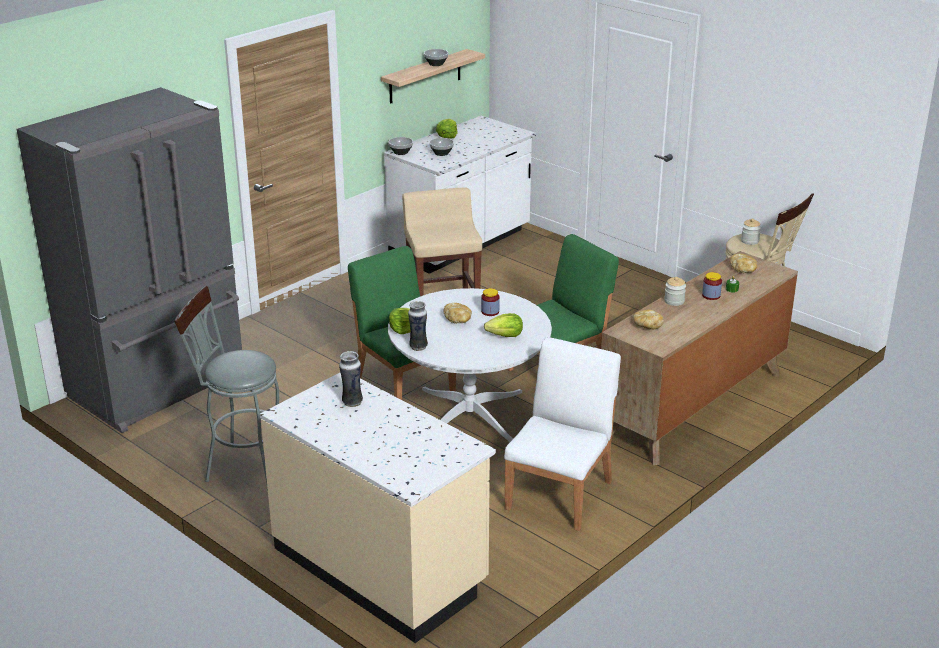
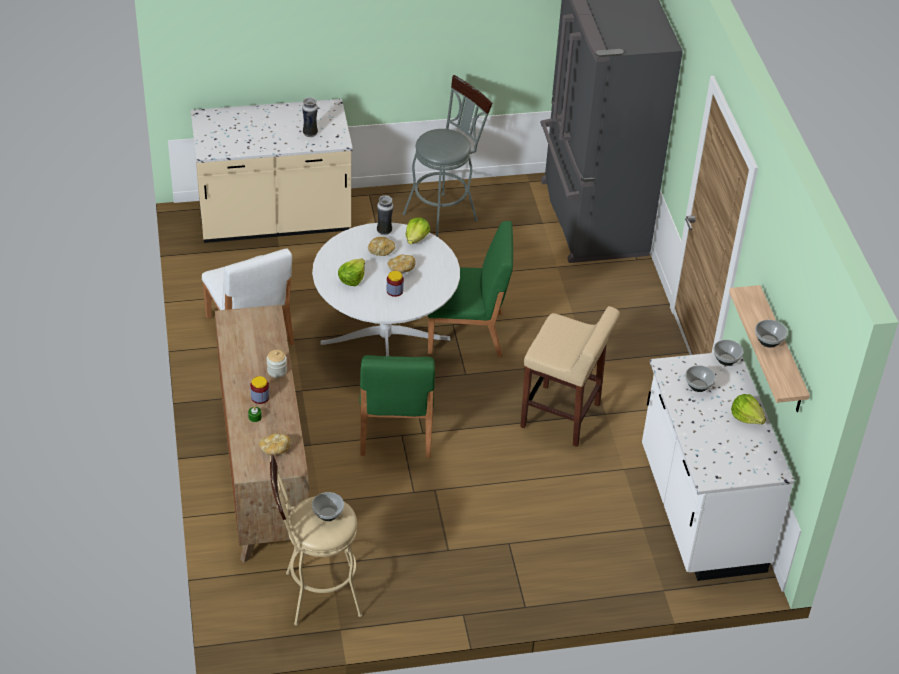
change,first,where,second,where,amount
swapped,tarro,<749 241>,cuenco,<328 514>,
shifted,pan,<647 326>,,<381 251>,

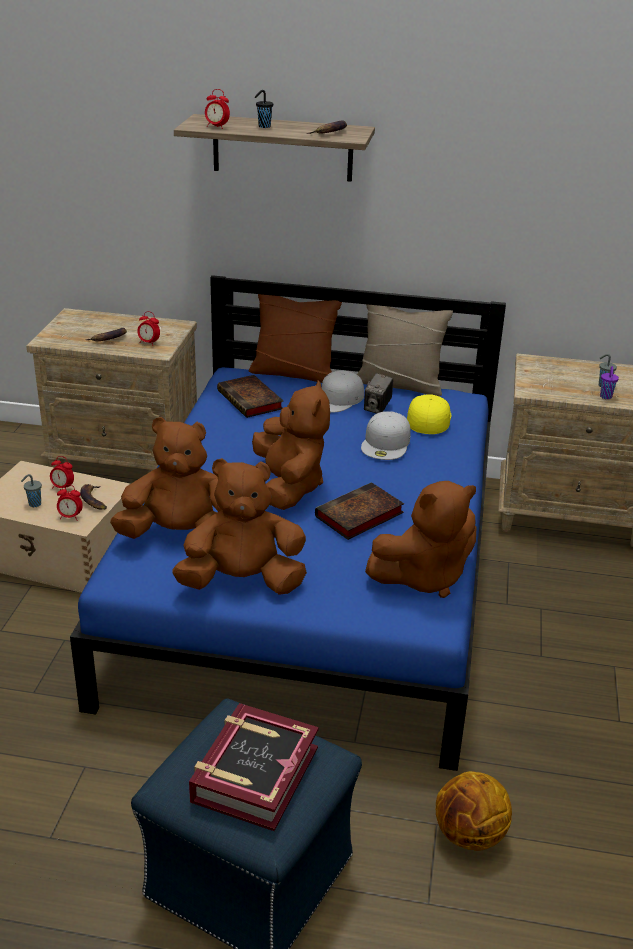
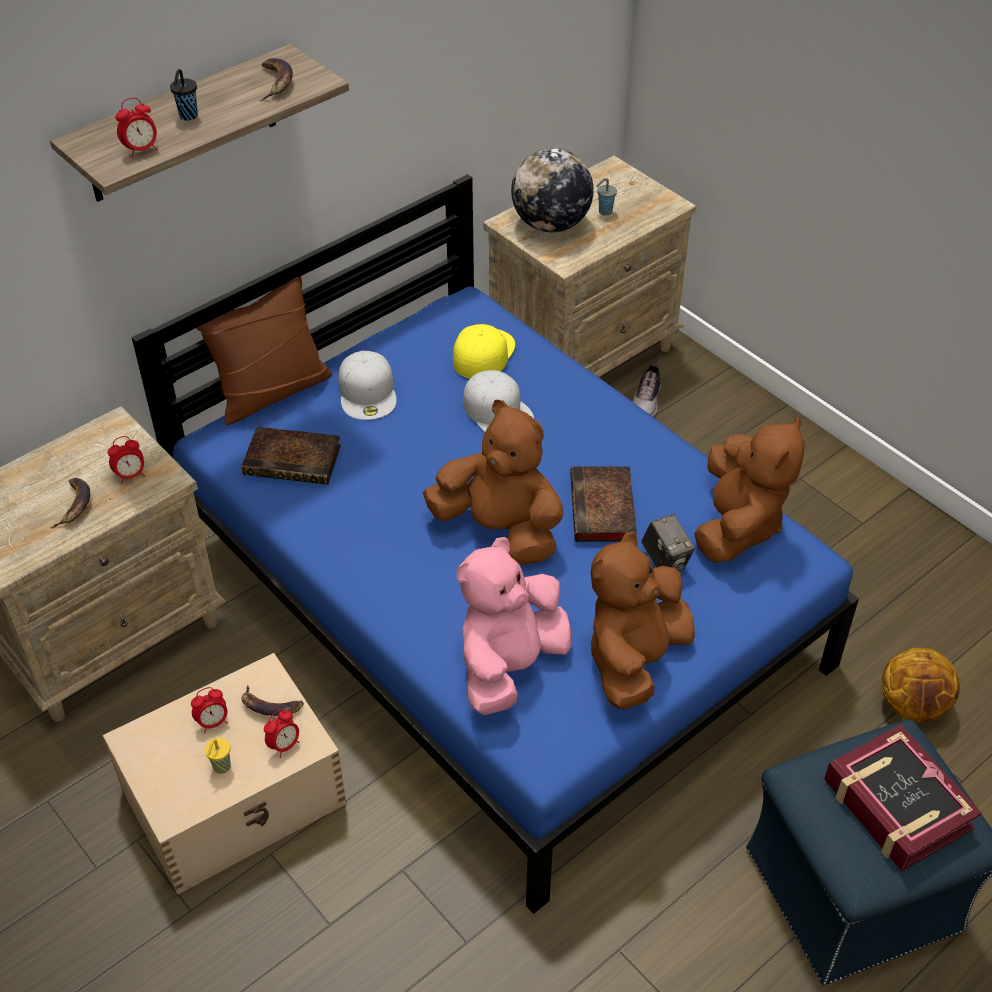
change,first,where,second,where,amount
repainted,taza (gris),<34 504>,taza (amarillo),<221 767>,
rotated,gorra (amarillo),<428 418>,,<483 353>,60 degrees clockwise
repainted,peluche (marrón),<180 536>,peluche (rosa),<509 666>,
new,,,globo terráqueo,<551 224>,
new,,,zapato,<646 402>,
shifted,cámara,<377 408>,,<665 560>,
gone,cojín (beis),<399 384>,,,
gone,taza (morado),<606 397>,,,

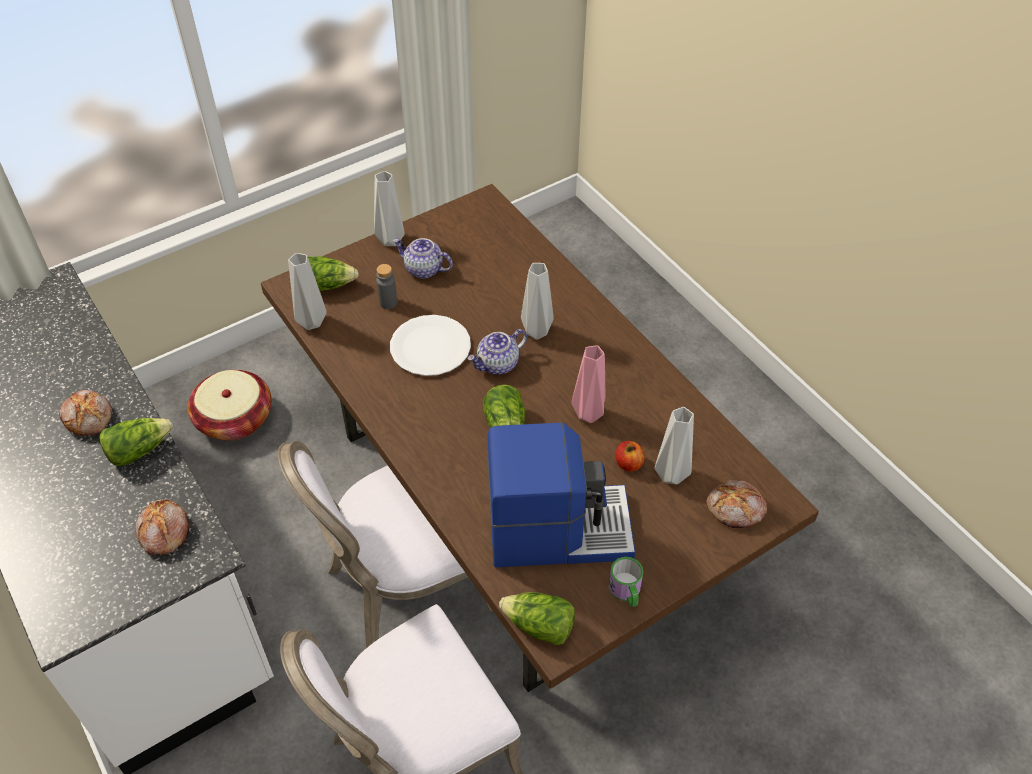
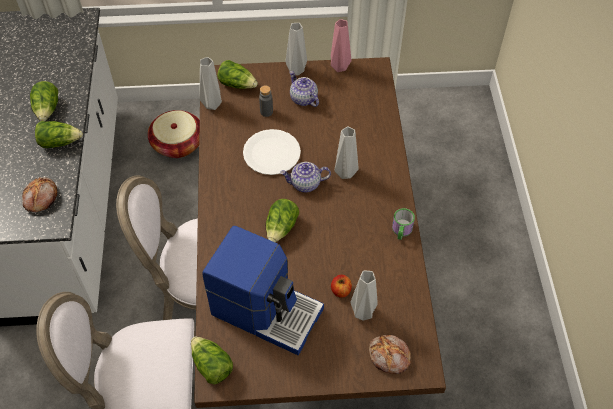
change,first,where,second,where,amount
swapped,pan,<89 417>,lechuga,<47 109>,
shifted,florero (rosa),<588 413>,,<340 66>,
shifted,taza grande,<626 592>,,<401 231>,

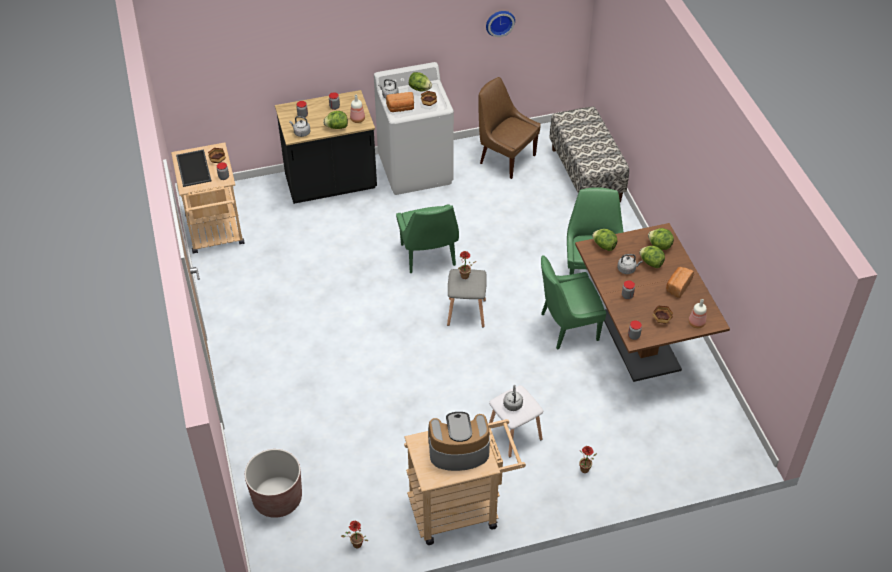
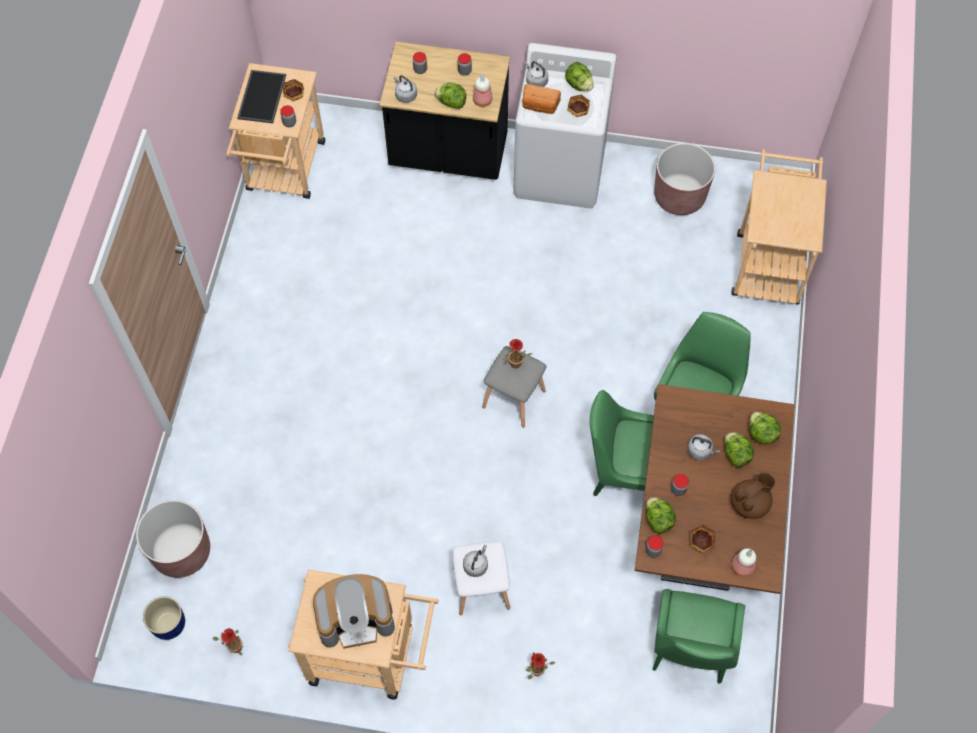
change,first,where,second,where,amount
new,,,maceta (azul),<169 624>,
rotated,cafetera,<458 451>,,<356 618>,150 degrees clockwise
shifted,lechuga,<604 246>,,<658 519>,
shifted,silla (verde),<428 256>,,<690 651>,
swapped,silla (marrón),<505 158>,maceta (marrón),<679 196>,
swapped,banco,<586 175>,carrito (beis),<767 260>,
swapped,pan,<678 286>,tetera (marrón),<750 503>,
gone,reloj de pared,<499 22>,,,

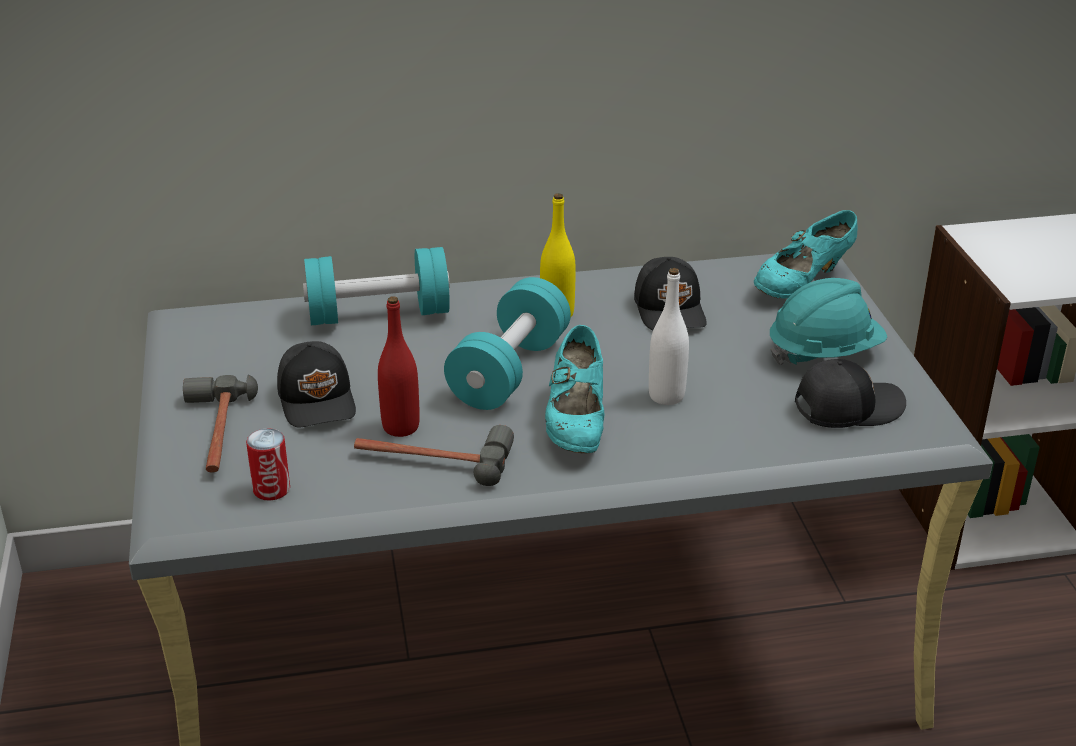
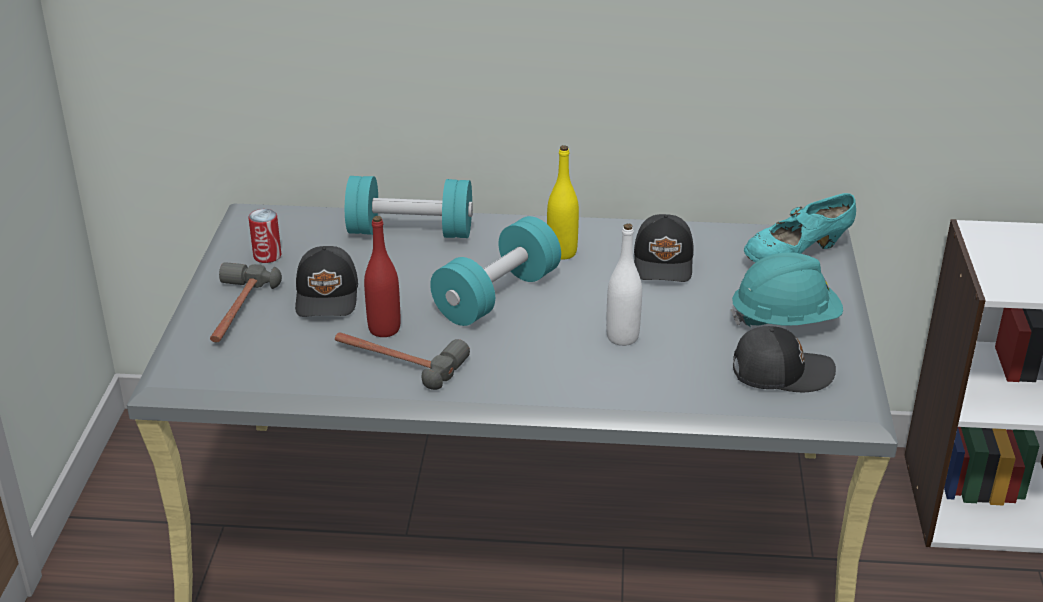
change,first,where,second,where,amount
shifted,lata,<271 489>,,<267 256>,
gone,zapato (turquesa),<576 424>,,,

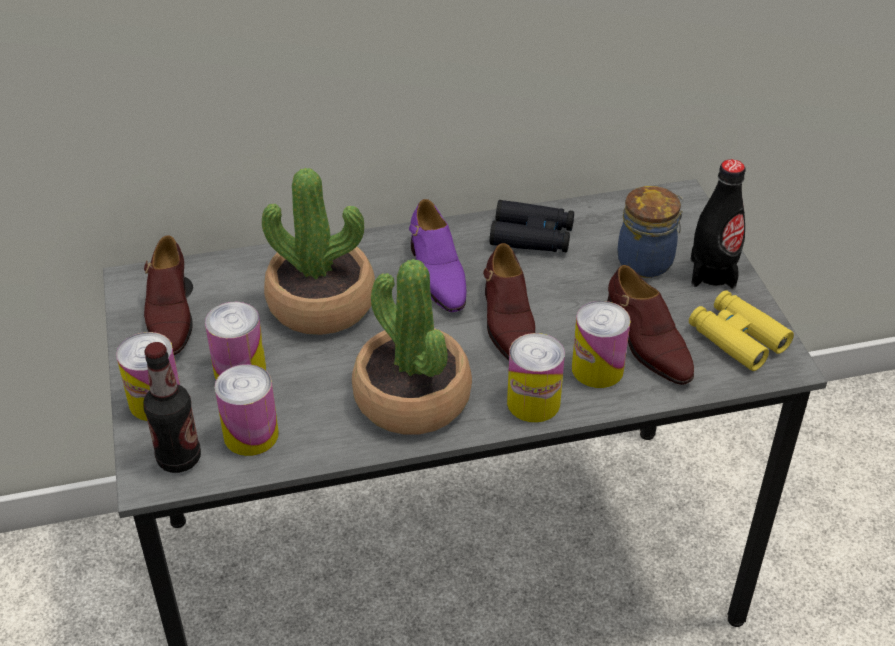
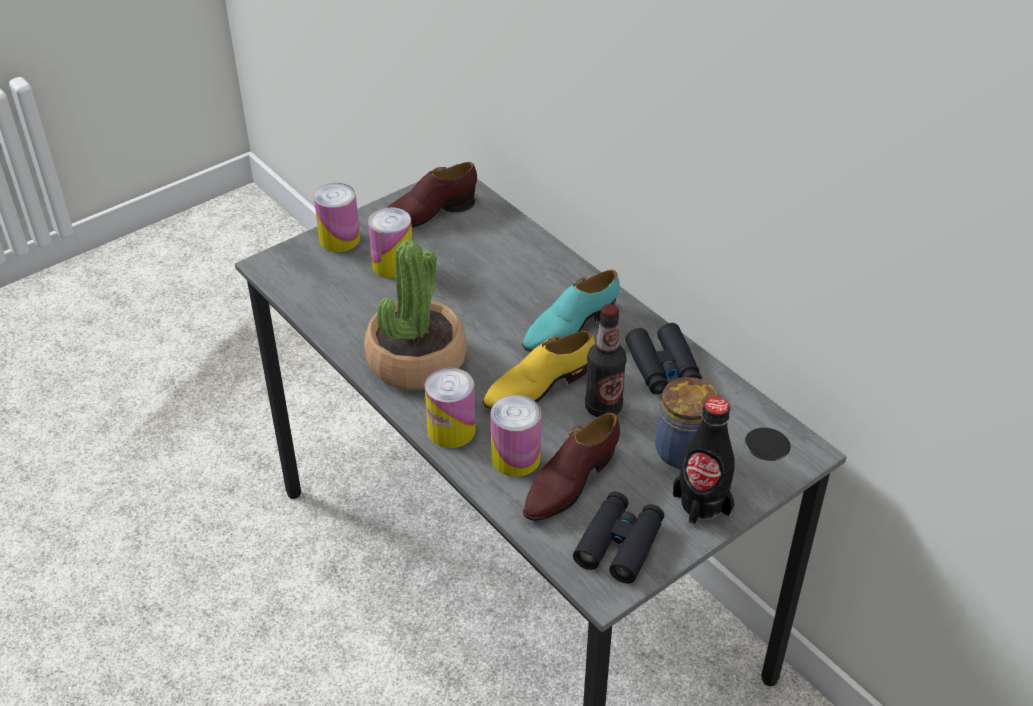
change,first,where,second,where,amount
repainted,zapato (marrón),<507 323>,zapato (amarillo),<538 386>,
repainted,zapato (morado),<436 274>,zapato (turquesa),<569 327>,
repainted,prismáticos (amarillo),<737 338>,prismáticos (negro),<619 544>,
shifted,botella,<179 459>,,<603 407>,
gone,lata,<251 435>,,,
gone,planta en maceta,<321 303>,,,

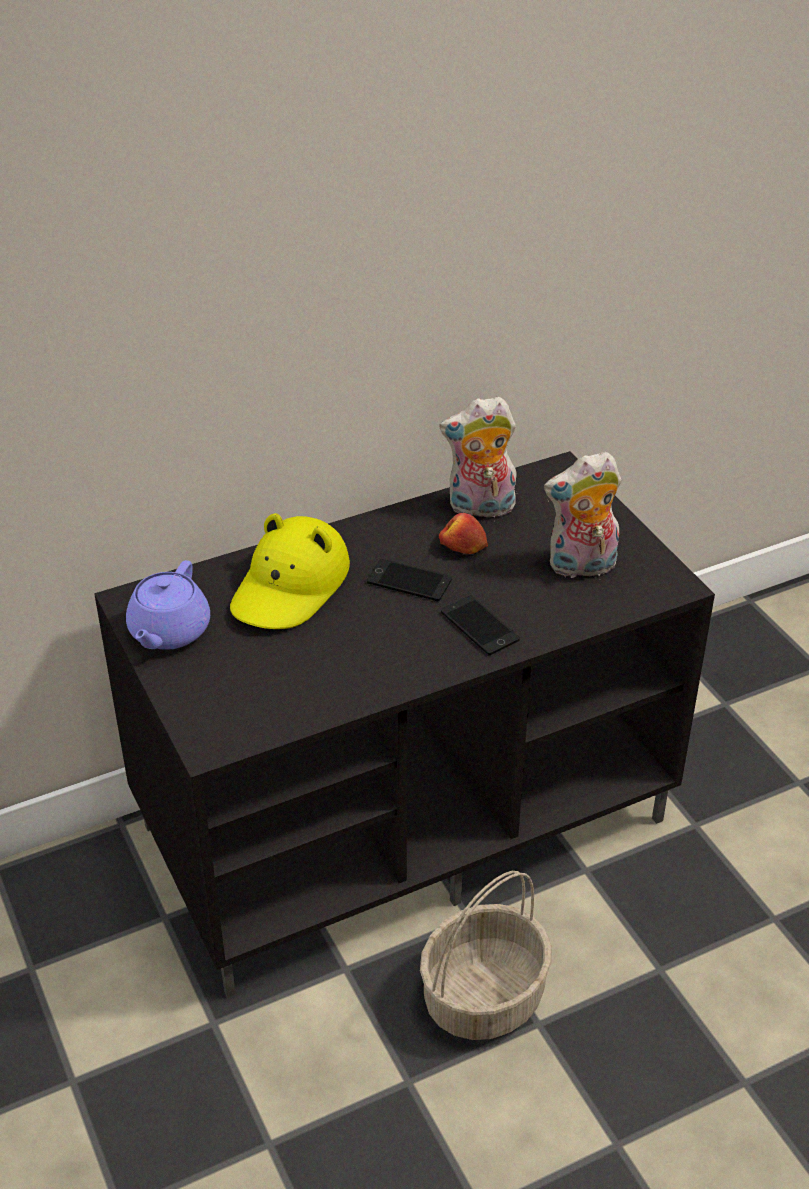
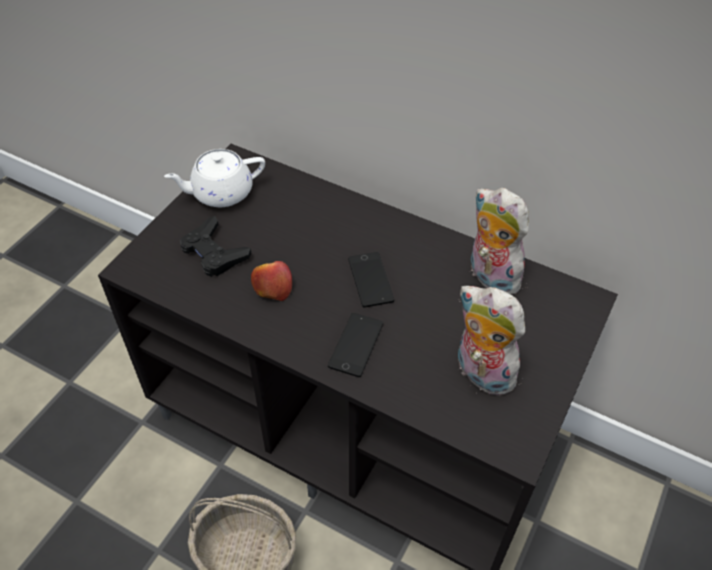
change,first,where,second,where,amount
repainted,tetera (morado),<168 632>,tetera (blanco),<221 193>,
new,,,mando de consola (negro),<214 252>,
shifted,manzana,<462 546>,,<272 286>,
gone,sombrero (amarillo),<290 586>,,,

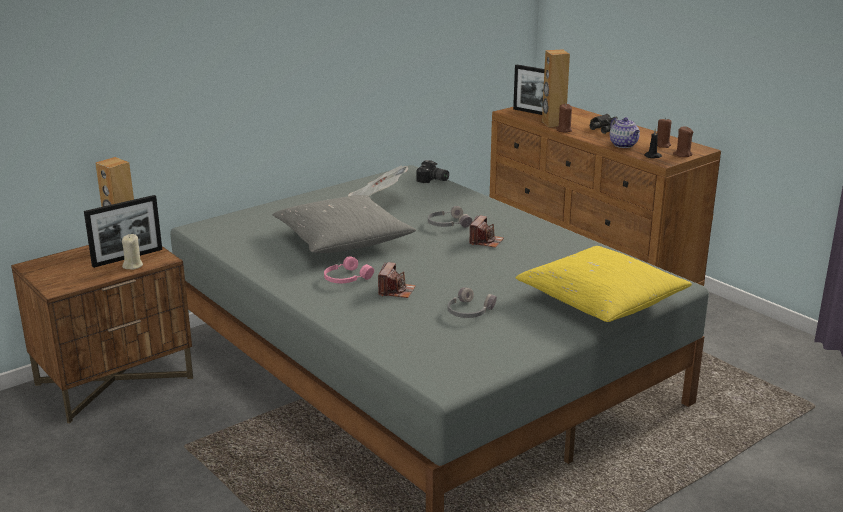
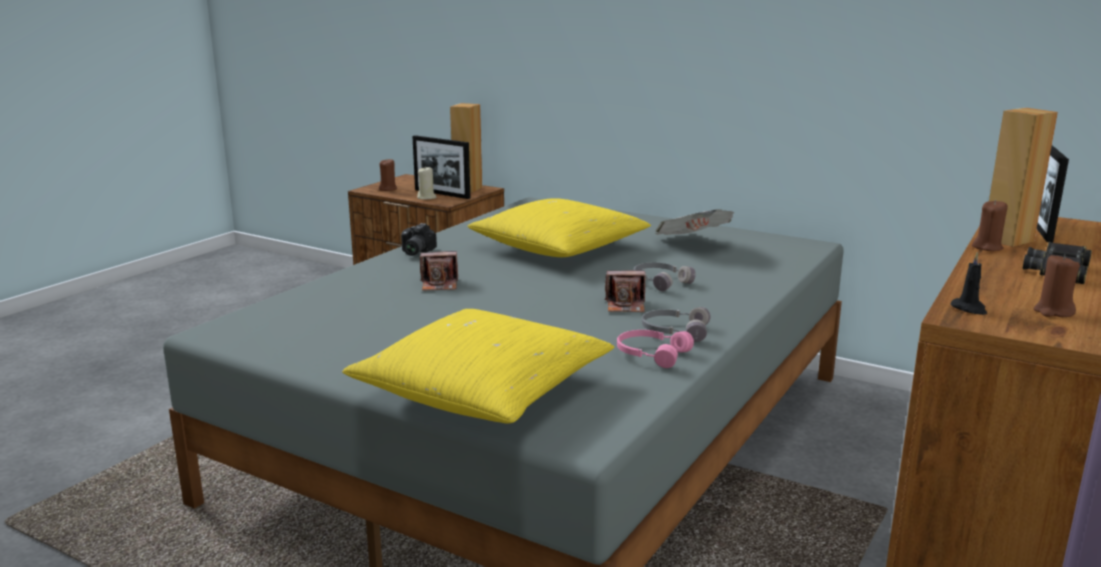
change,first,where,second,where,amount
shifted,vela (marrón),<682 154>,,<388 189>,
shifted,cámara,<432 180>,,<414 252>,
repainted,cojín (gris),<343 239>,cojín (amarillo),<559 248>,
shifted,auriculares (rosa),<346 278>,,<651 354>,
shifted,auriculares (gris),<469 311>,,<674 331>,
gone,tetera,<624 145>,,,

